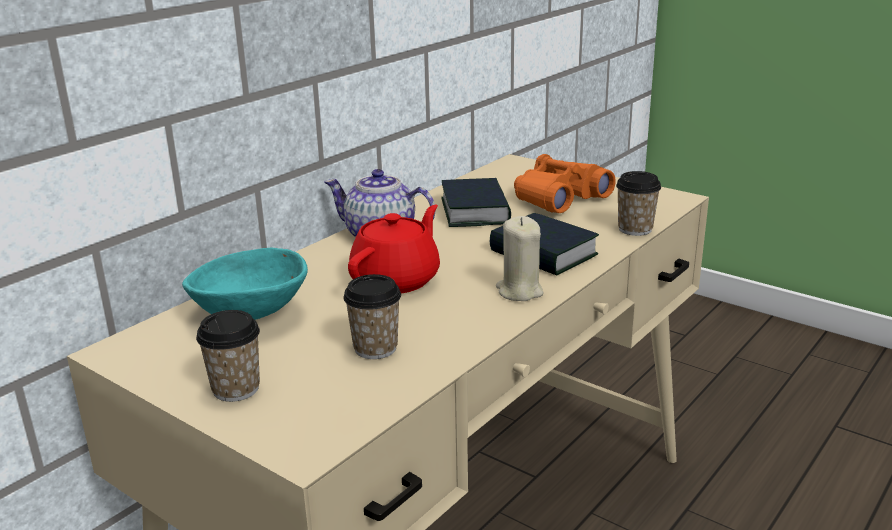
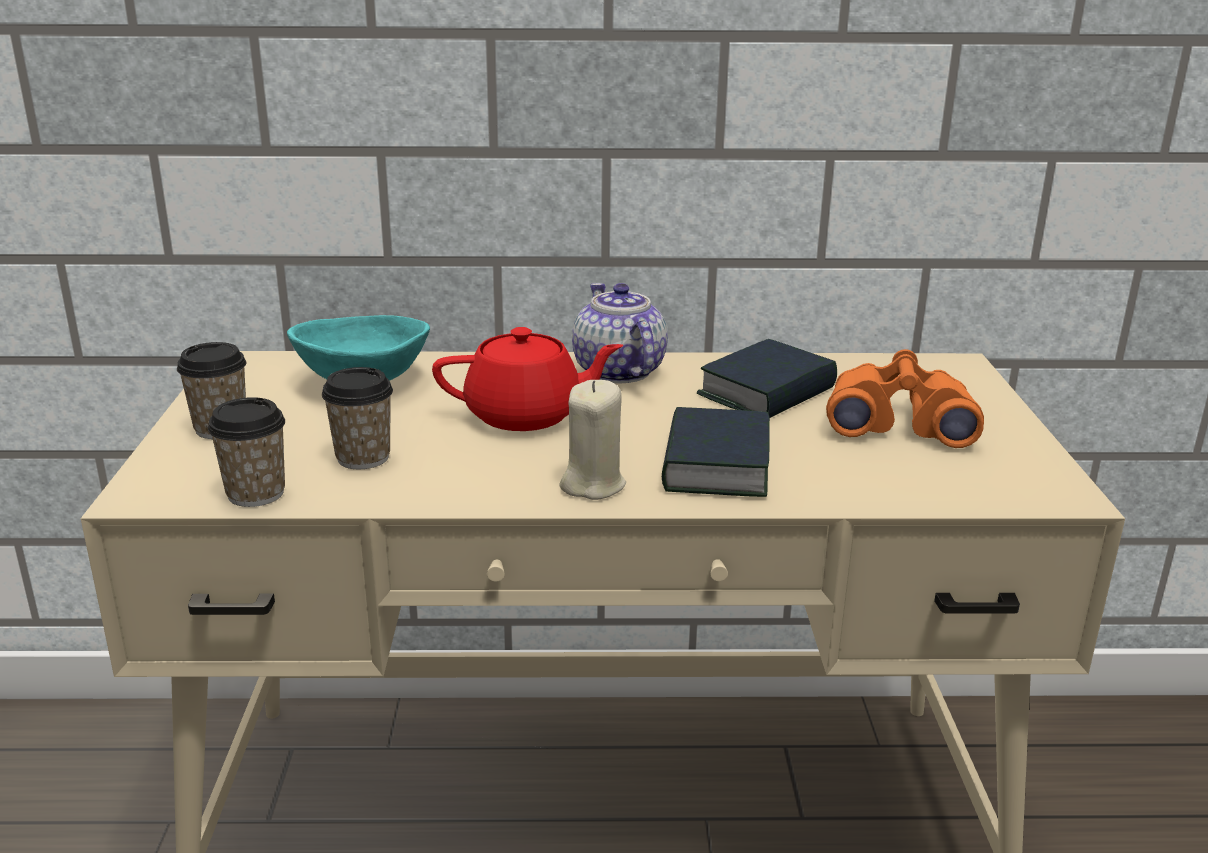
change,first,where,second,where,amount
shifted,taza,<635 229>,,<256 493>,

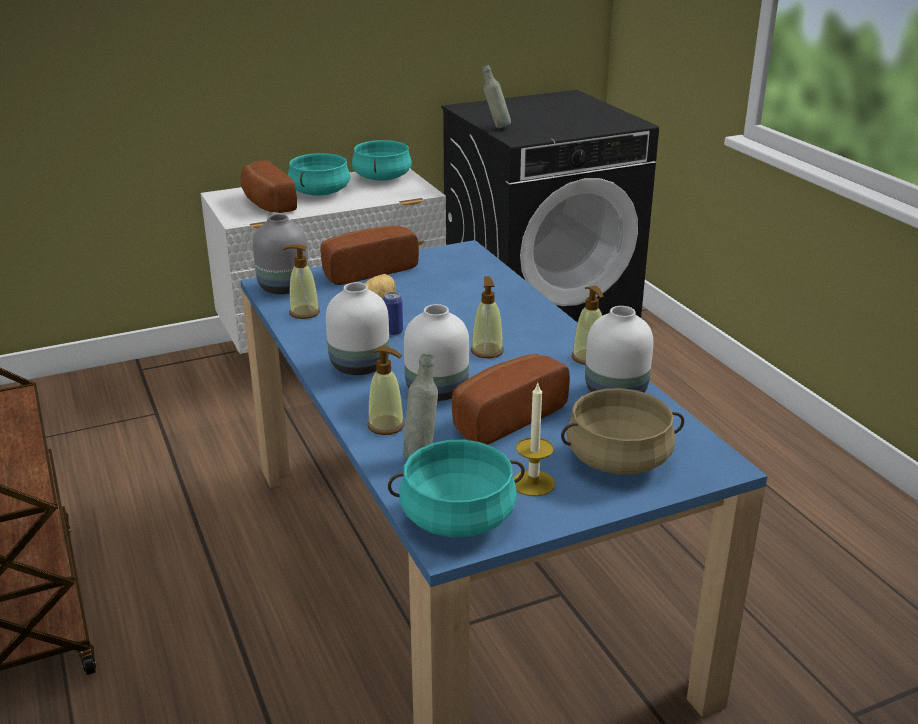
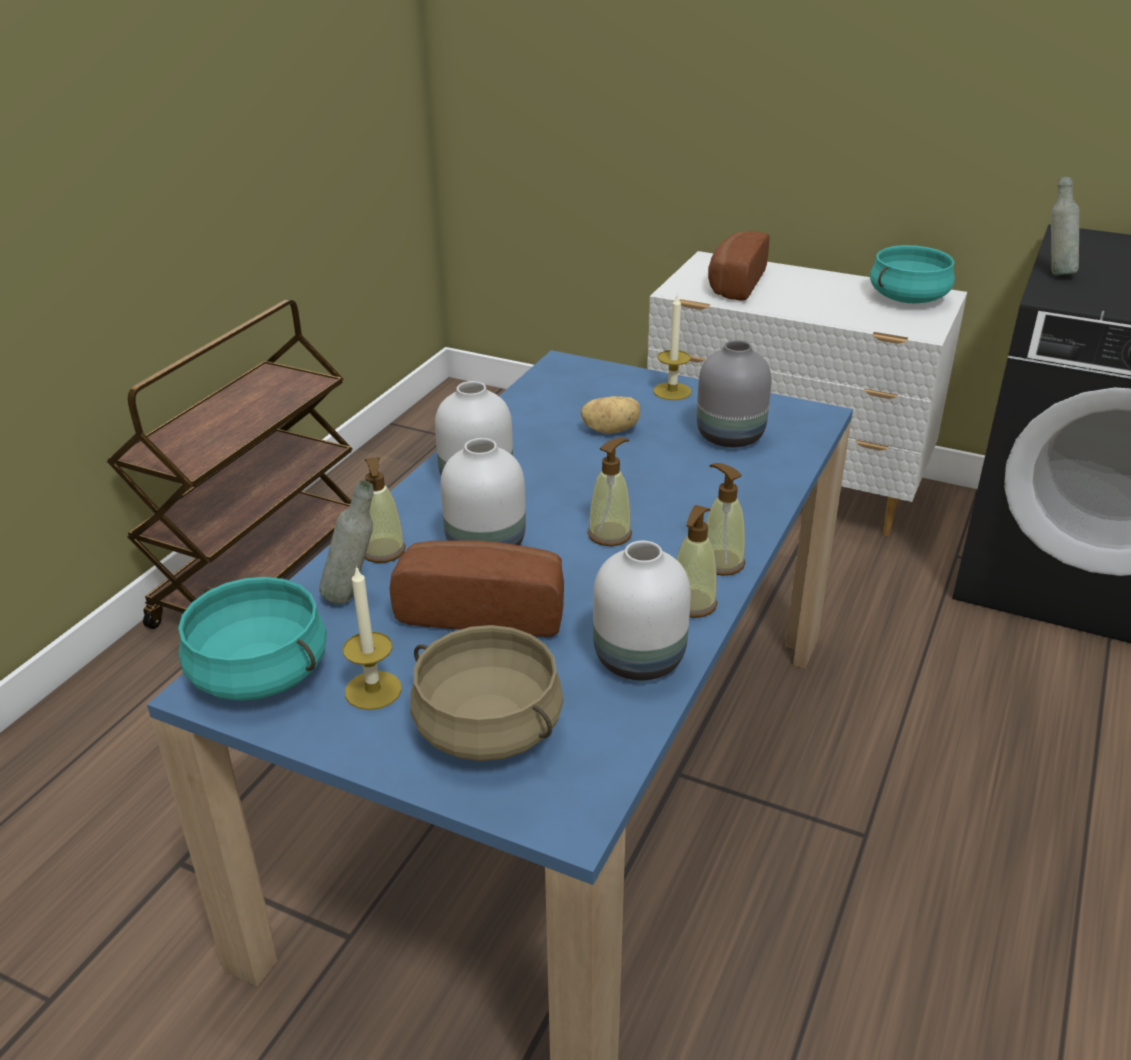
change,first,where,second,where,amount
swapped,pan,<366 270>,vela,<672 391>,
shifted,florero (gris),<284 287>,,<731 436>,
shifted,dispensador de jabón,<304 313>,,<721 563>,
gone,olla (turquesa),<319 192>,,,
gone,lata,<393 331>,,,

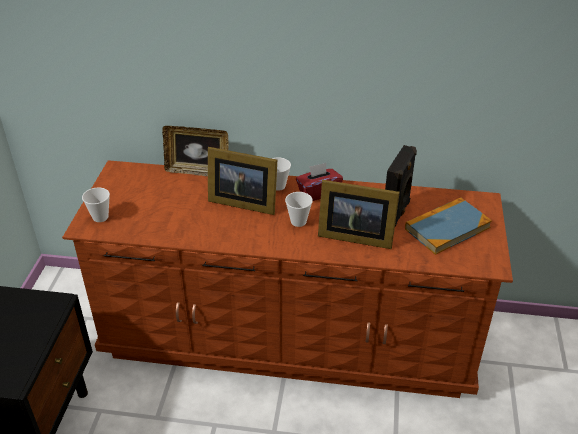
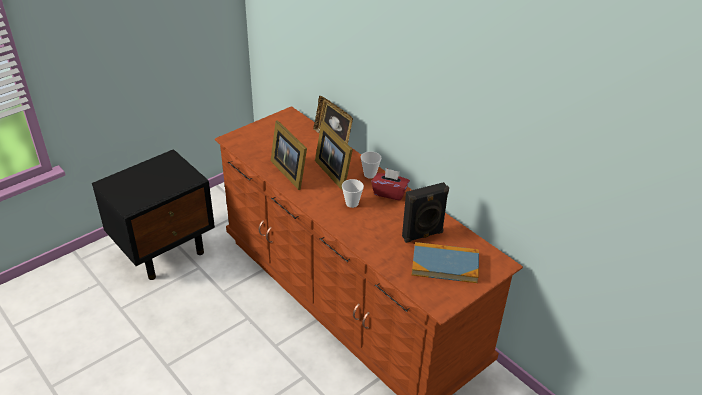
change,first,where,second,where,amount
shifted,portarretratos,<353 235>,,<290 171>,
gone,taza,<100 217>,,,

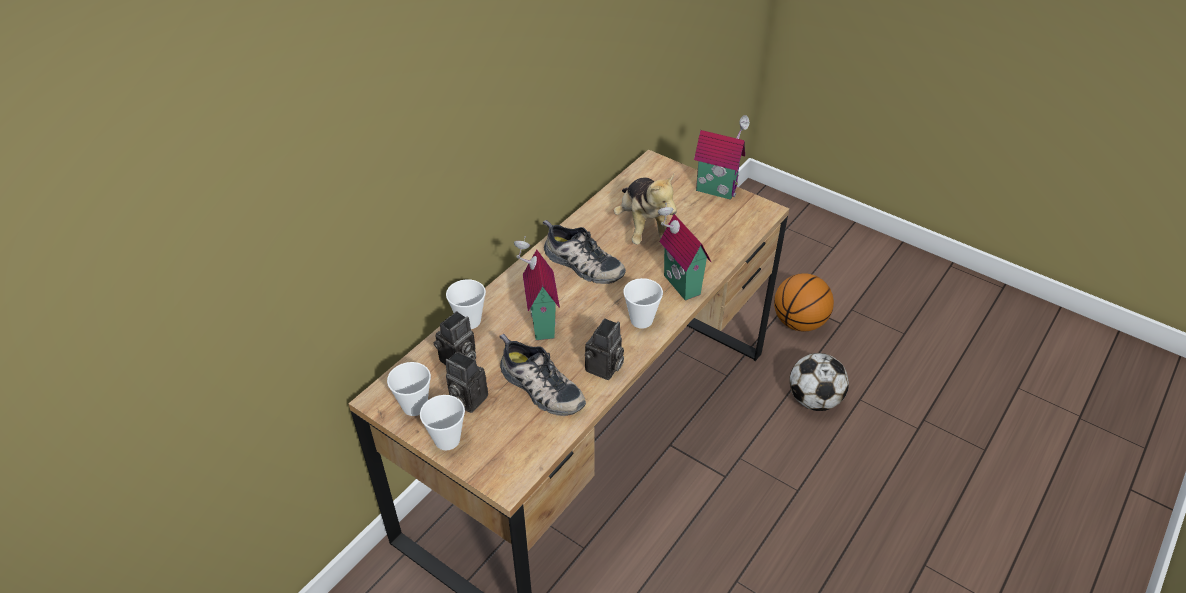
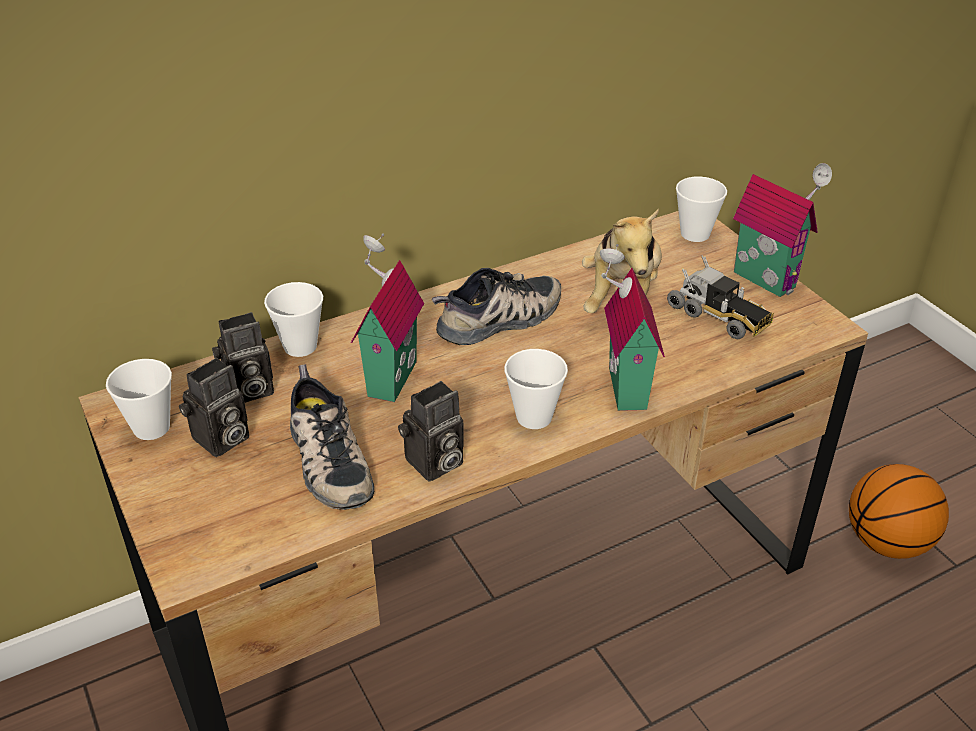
change,first,where,second,where,amount
rotated,cámara,<466 399>,,<221 441>,105 degrees counterclockwise
rotated,zapato,<581 264>,,<500 320>,90 degrees counterclockwise
new,,,camión de juguete,<719 316>,
shifted,taza,<447 440>,,<695 234>,
gone,balón de fútbol,<814 400>,,,

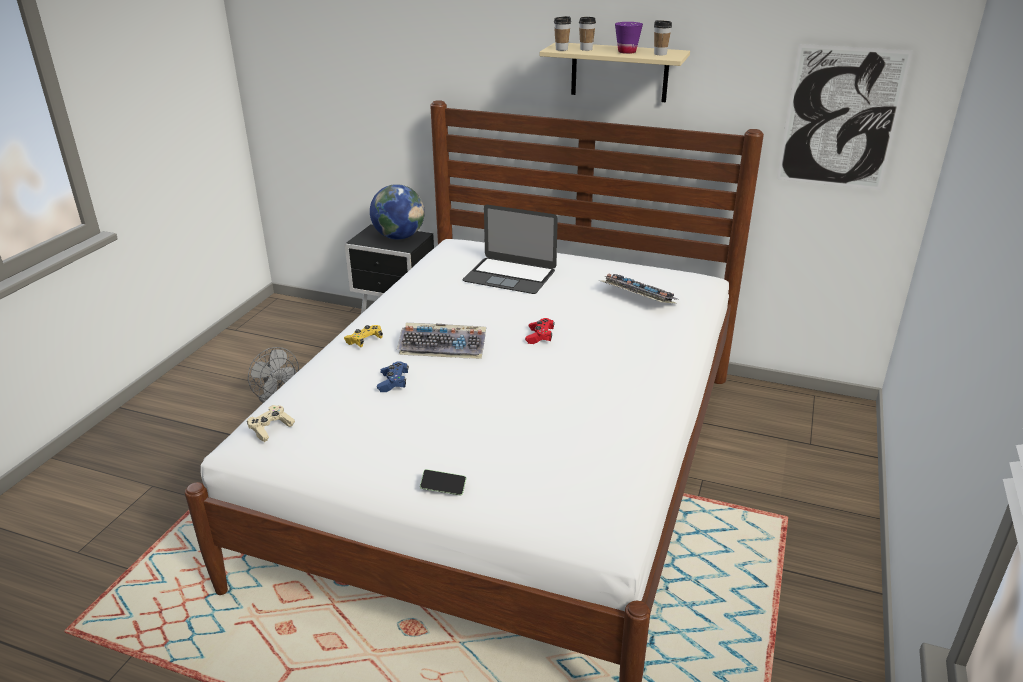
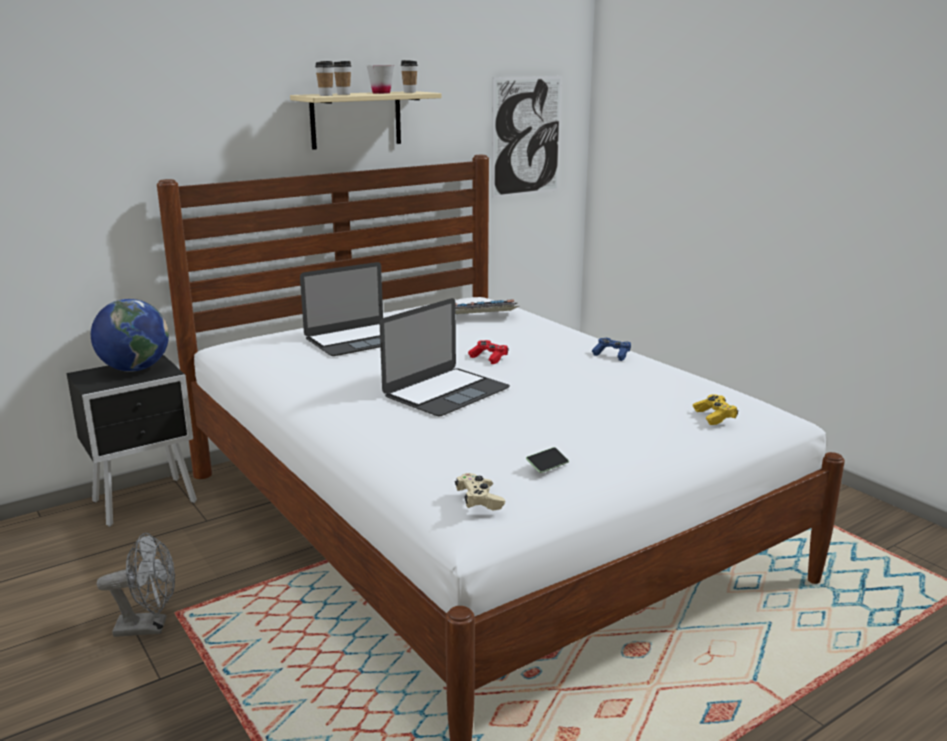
change,first,where,second,where,amount
repainted,taza (morado),<627 52>,taza (blanco),<381 93>,
swapped,teclado,<444 347>,portátil,<446 392>,
shifted,móvil,<443 487>,,<547 466>,
shifted,mando de consola (azul),<393 383>,,<612 355>,
shifted,mando de consola (amarillo),<364 341>,,<714 417>,

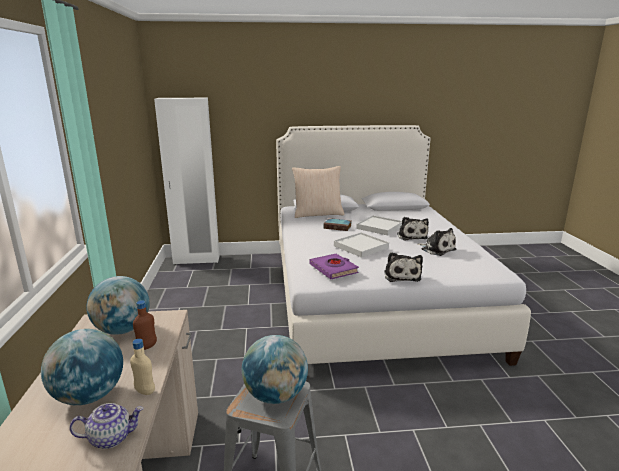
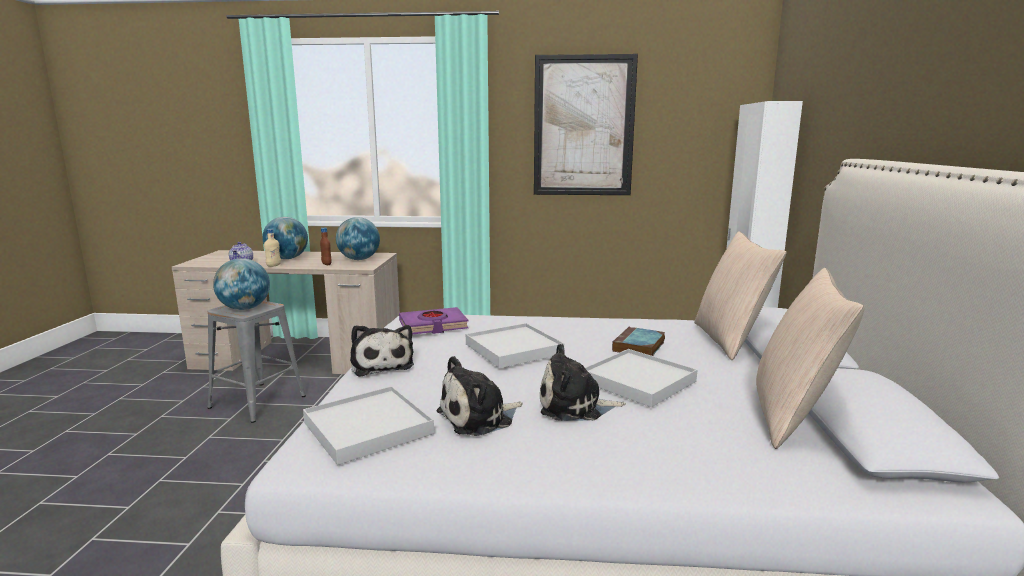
change,first,where,second,where,amount
new,,,bandeja (blanco),<367 428>,
rotated,peluche,<401 275>,,<381 364>,120 degrees counterclockwise
new,,,cuadro,<583 126>,
new,,,cojín (beis),<792 416>,

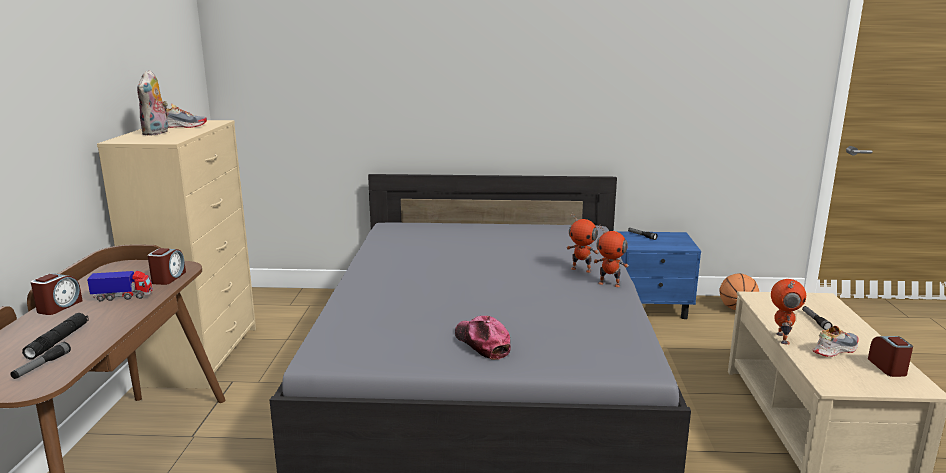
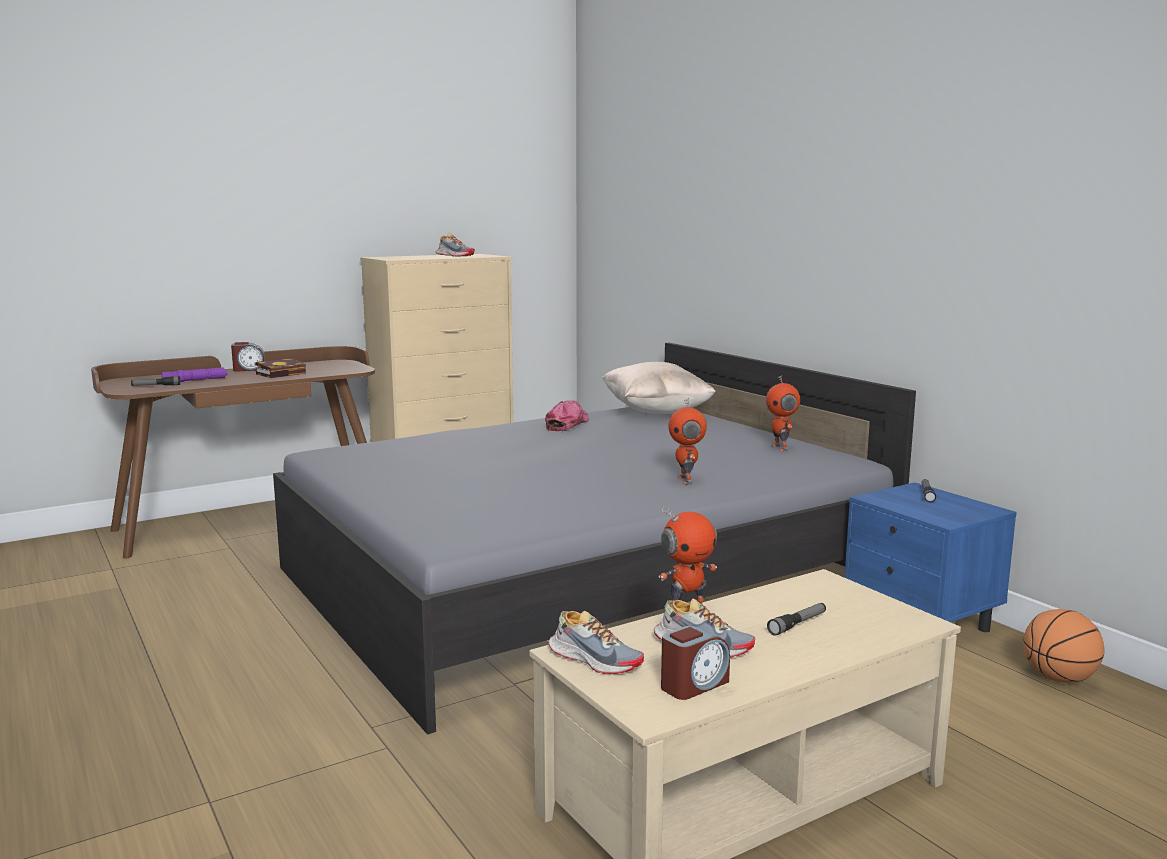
change,first,where,second,where,amount
repainted,linterna (negro),<58 341>,linterna (morado),<195 380>,
swapped,camión de juguete,<123 297>,libro,<282 373>,
shifted,gorra,<482 343>,,<567 424>,
new,,,zapato,<594 659>,
new,,,cojín (beis),<656 412>,
shifted,robot de juguete,<609 284>,,<781 448>,
gone,peluche,<157 133>,,,
gone,despertador,<168 278>,,,

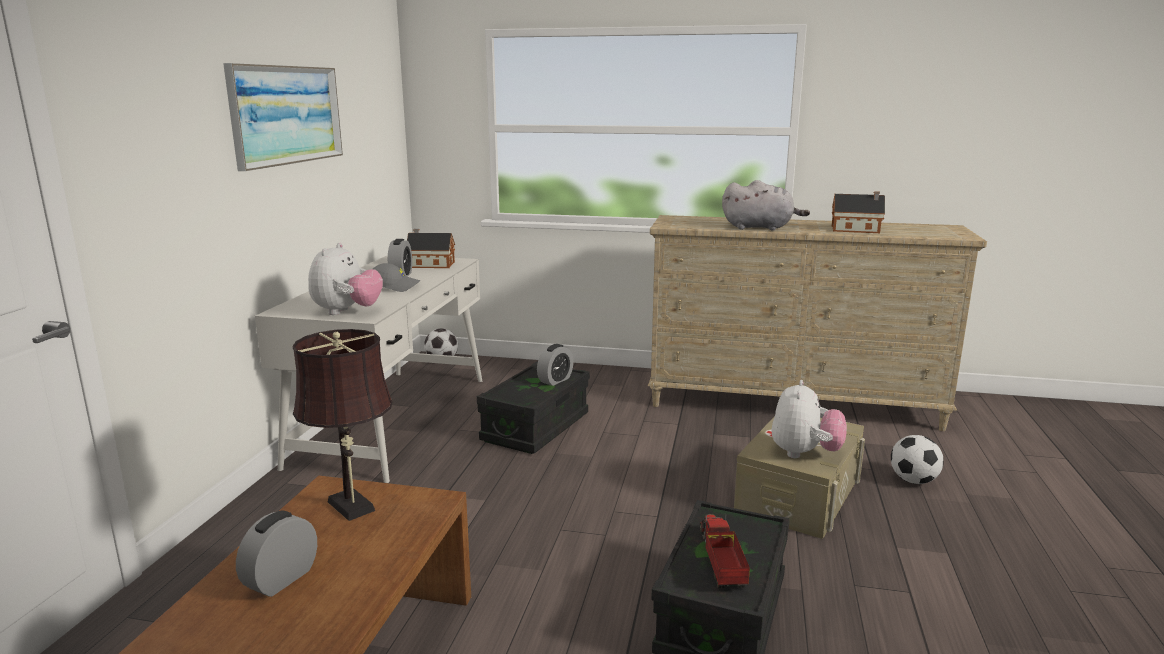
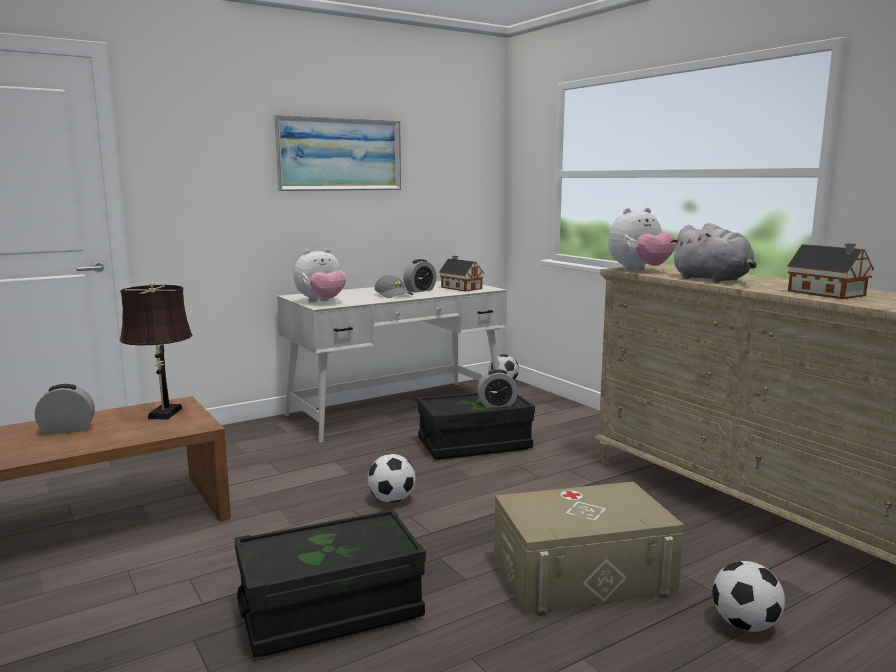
change,first,where,second,where,amount
new,,,balón de fútbol,<392 500>,
shifted,peluche,<804 453>,,<639 270>,
gone,camión de juguete,<720 561>,,,

